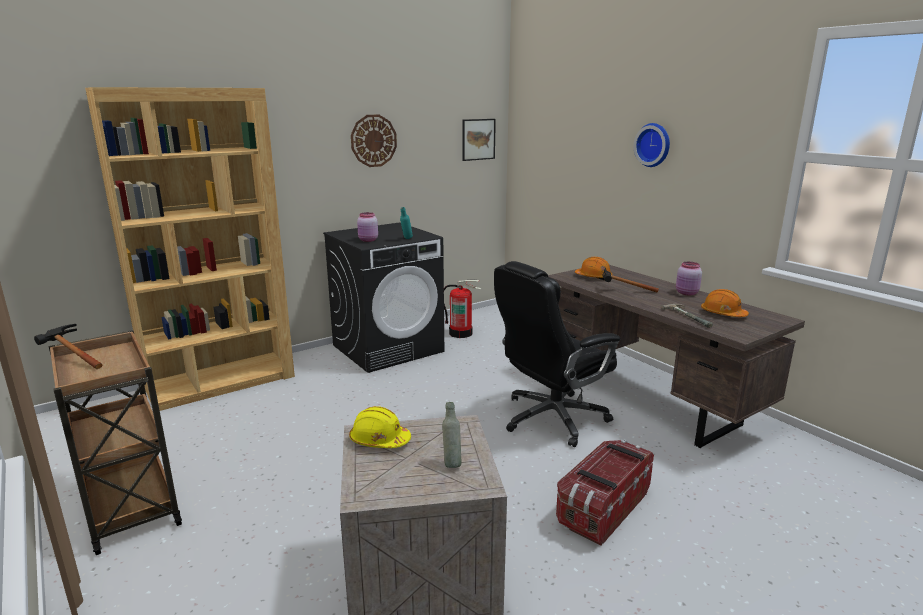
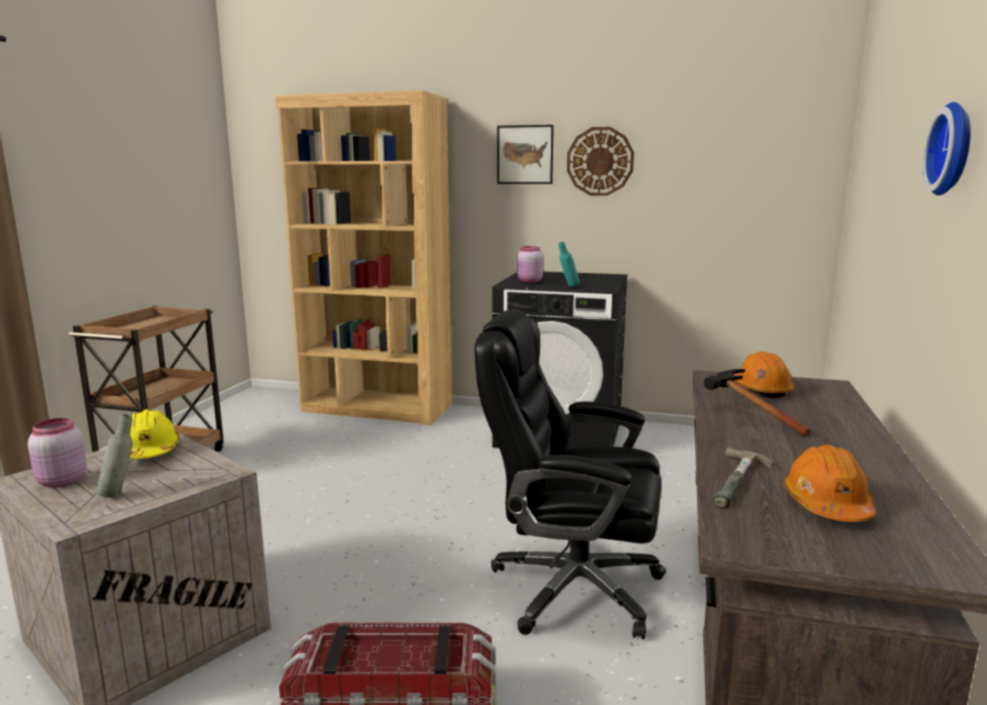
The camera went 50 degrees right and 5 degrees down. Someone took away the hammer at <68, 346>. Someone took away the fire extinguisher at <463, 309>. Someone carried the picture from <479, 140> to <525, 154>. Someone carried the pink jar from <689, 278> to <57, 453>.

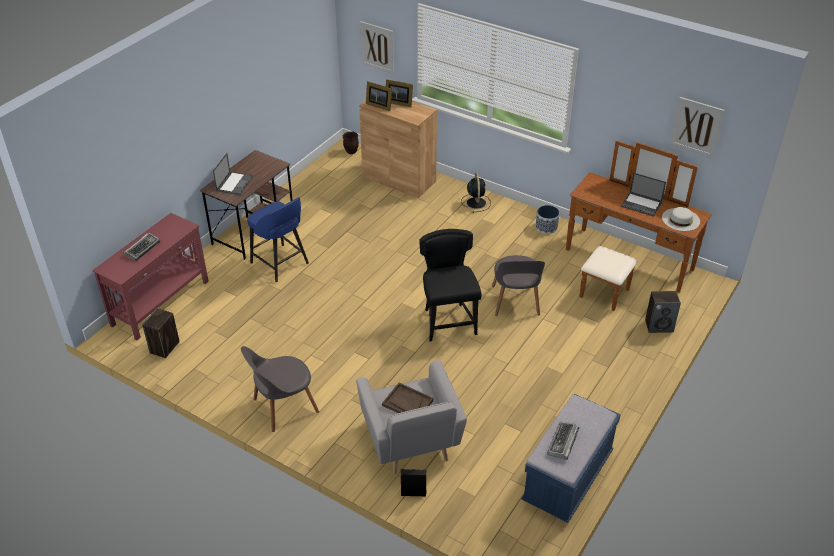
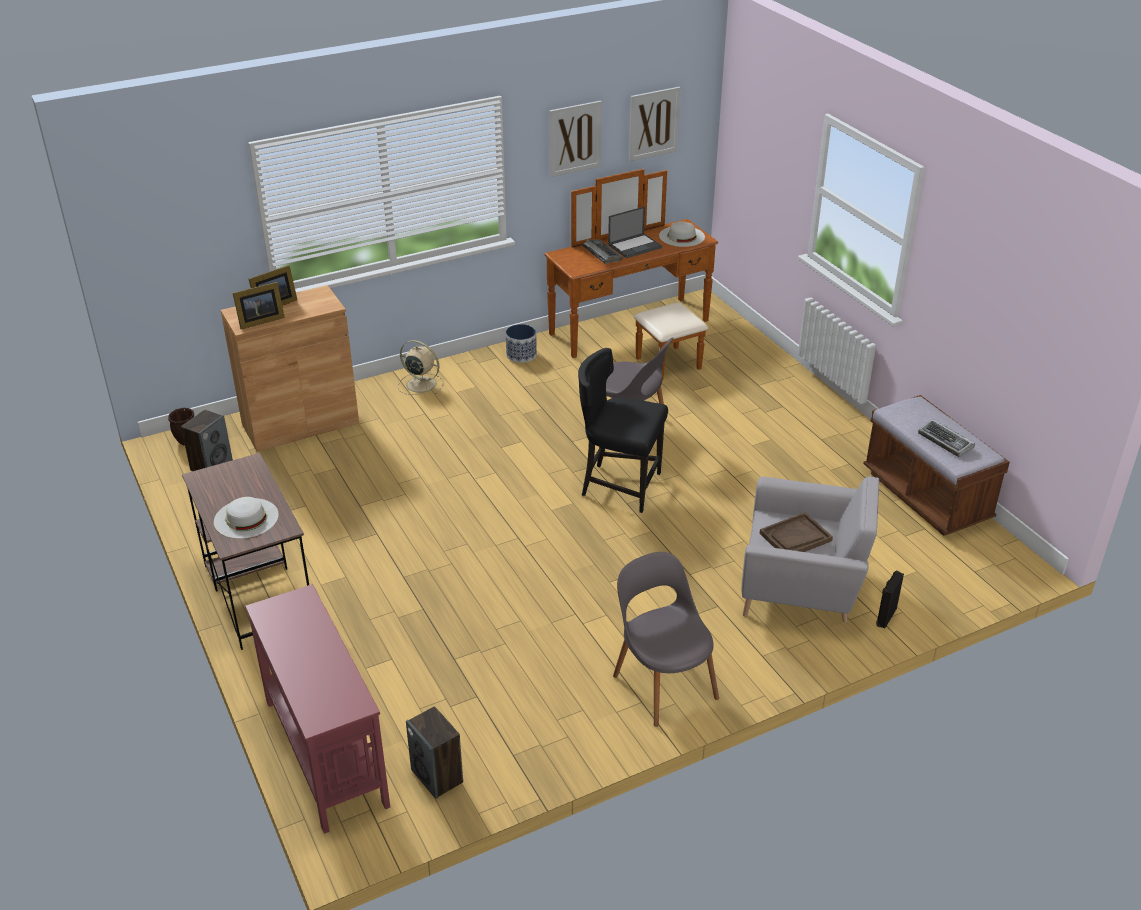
The camera went 60 degrees left and 5 degrees down. Someone carried the keyboard from <141, 247> to <602, 252>. Someone swapped the laptop at <233, 174> for the white hat at <246, 518>. Someone rotated the grey chair at <280, 389> by 150 degrees clockwise. Someone took away the blue stool at <278, 239>. Someone carried the picture from <377, 47> to <575, 139>. Someone repainted the black fan at <476, 192>, which became the beige fan at <421, 367>. Someone repainted the blue bench at <571, 458>, which became the brown bench at <936, 465>. Someone carried the speaker from <663, 312> to <207, 440>.

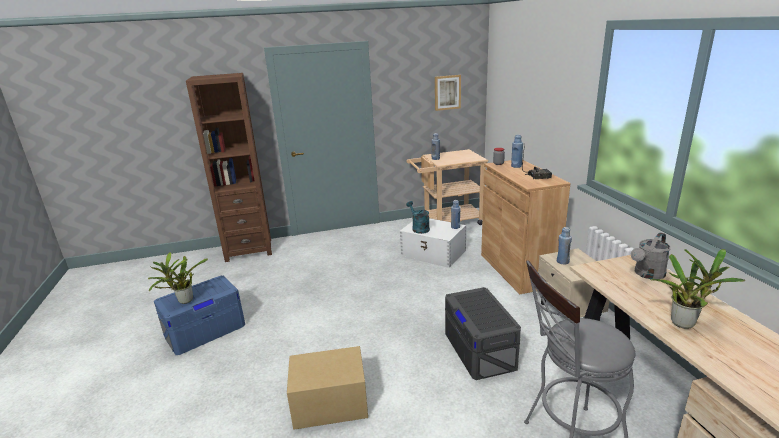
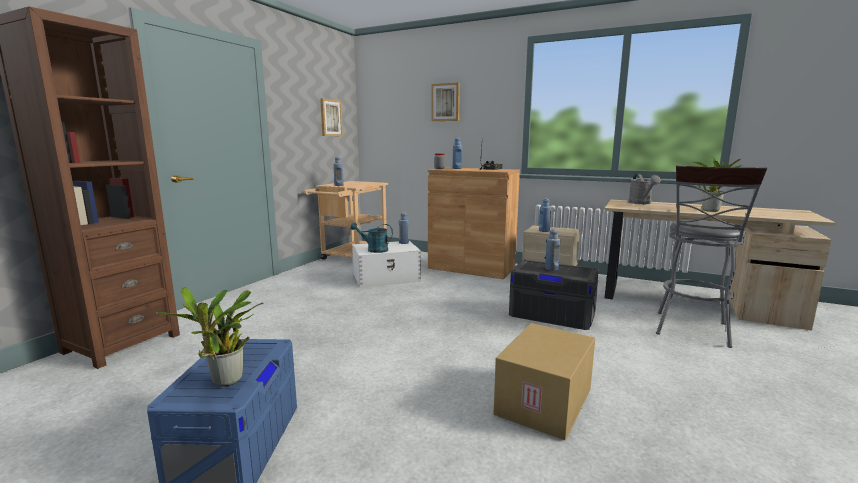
The camera went 50 degrees left and 10 degrees down. Someone put up the picture at <445, 101>. Someone put down the blue bottle at <552, 250>.

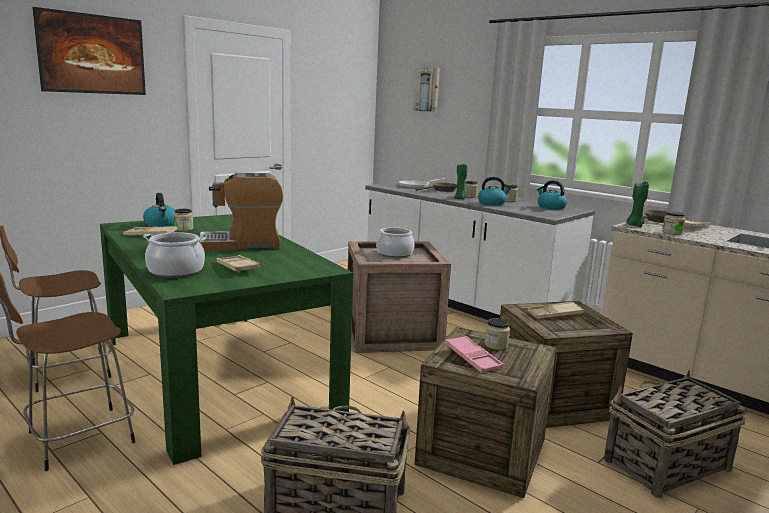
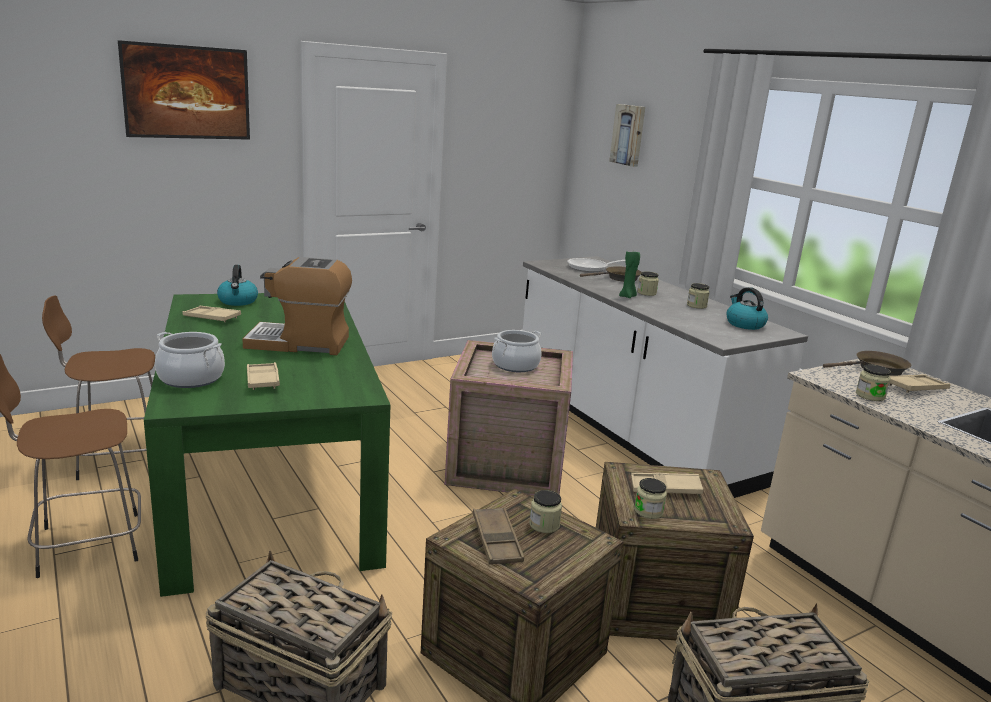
The camera went 15 degrees right and 5 degrees up. Someone carried the jar from <184, 220> to <650, 498>. Someone repainted the pink tray at <474, 354>, which became the brown tray at <498, 535>. Someone took away the kettle at <494, 191>. Someone took away the green candle at <637, 204>.

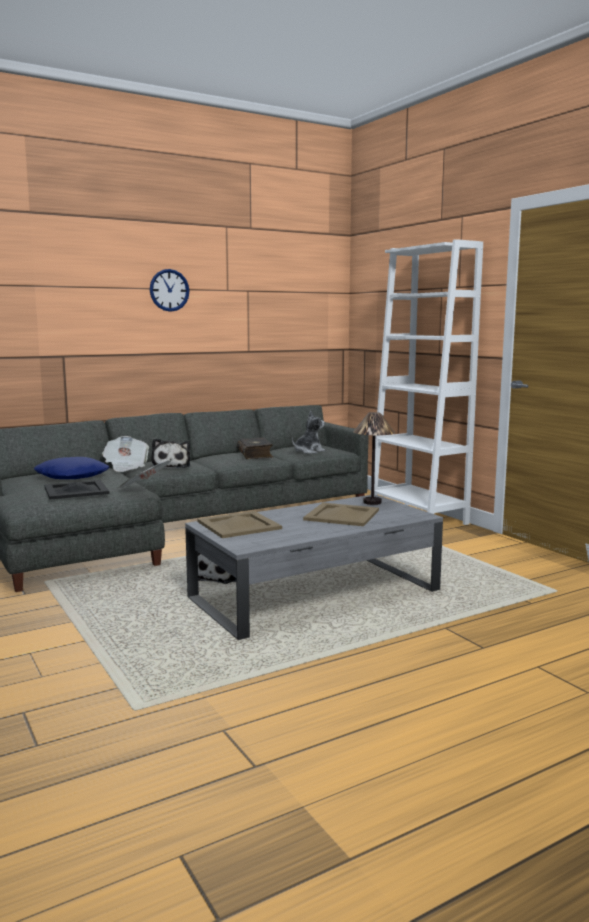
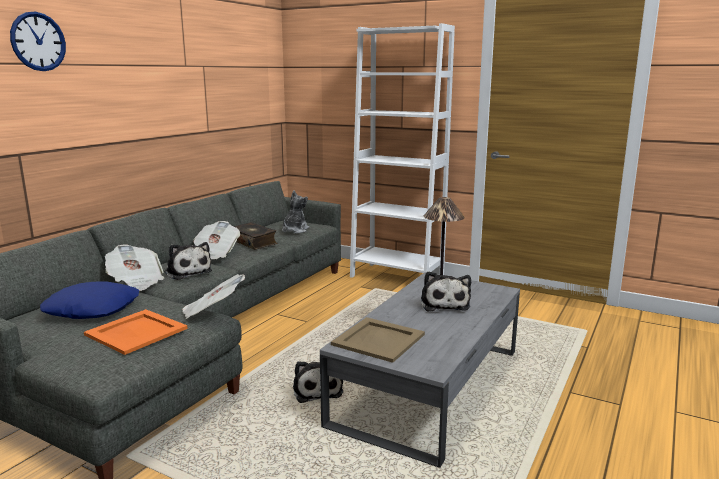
The camera went 30 degrees left and 5 degrees up. Someone repainted the black tray at <76, 489>, which became the orange tray at <136, 332>. Someone carried the wall clock from <169, 290> to <38, 41>. Someone swapped the beige tray at <341, 514> for the plush toy at <446, 291>. Someone put down the newspaper at <216, 240>.

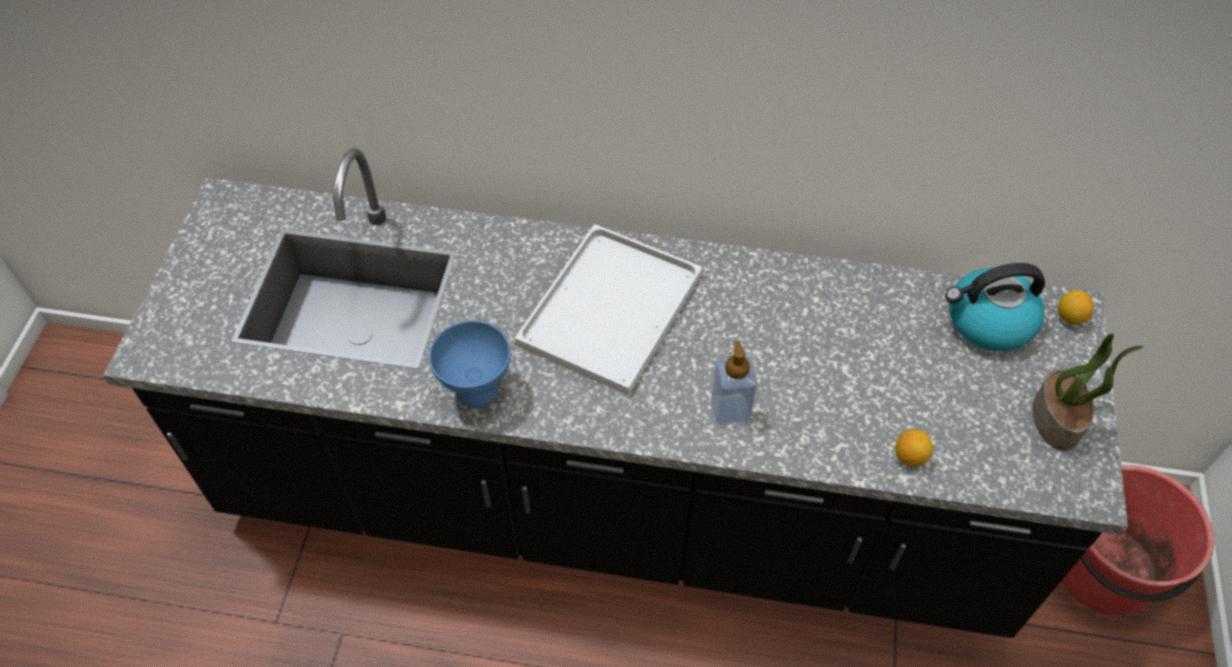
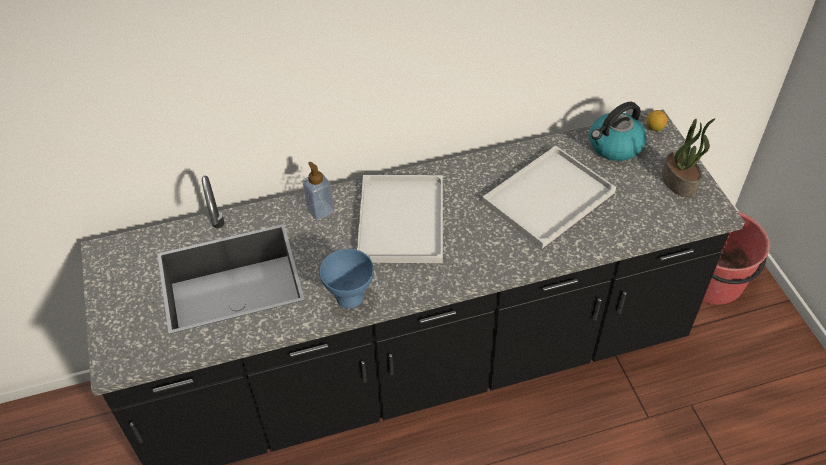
The camera went 25 degrees left and 5 degrees down. Someone carried the soap dispenser from <734, 383> to <318, 191>. Someone took away the lemon at <914, 447>. Someone put down the white tray at <549, 196>.

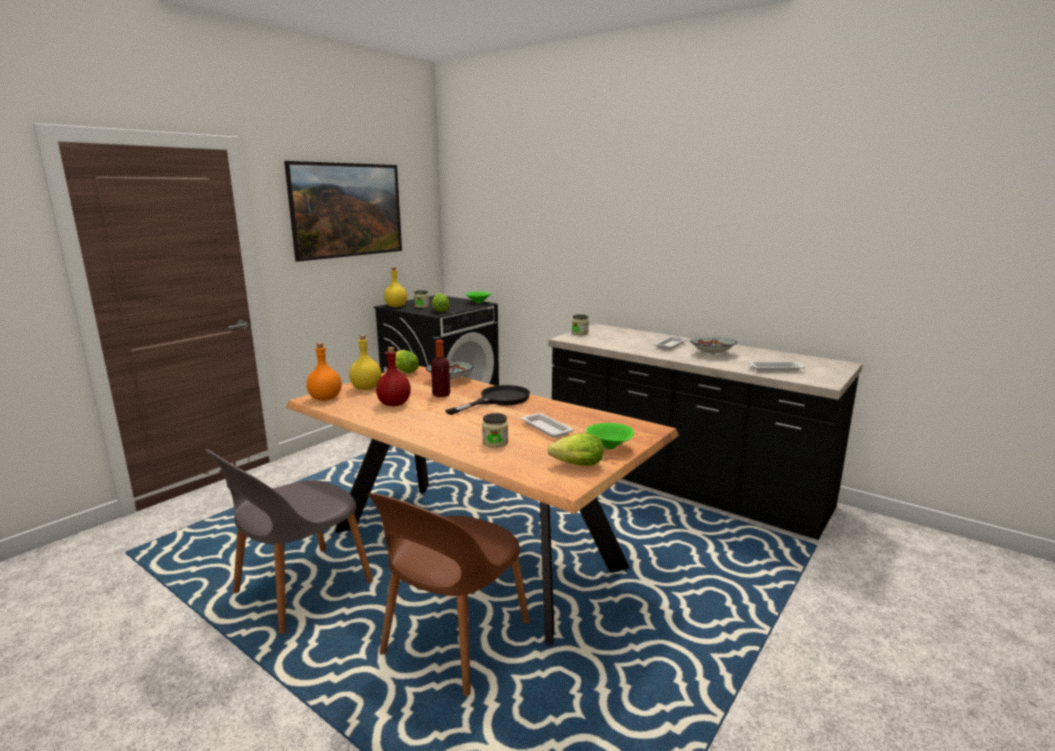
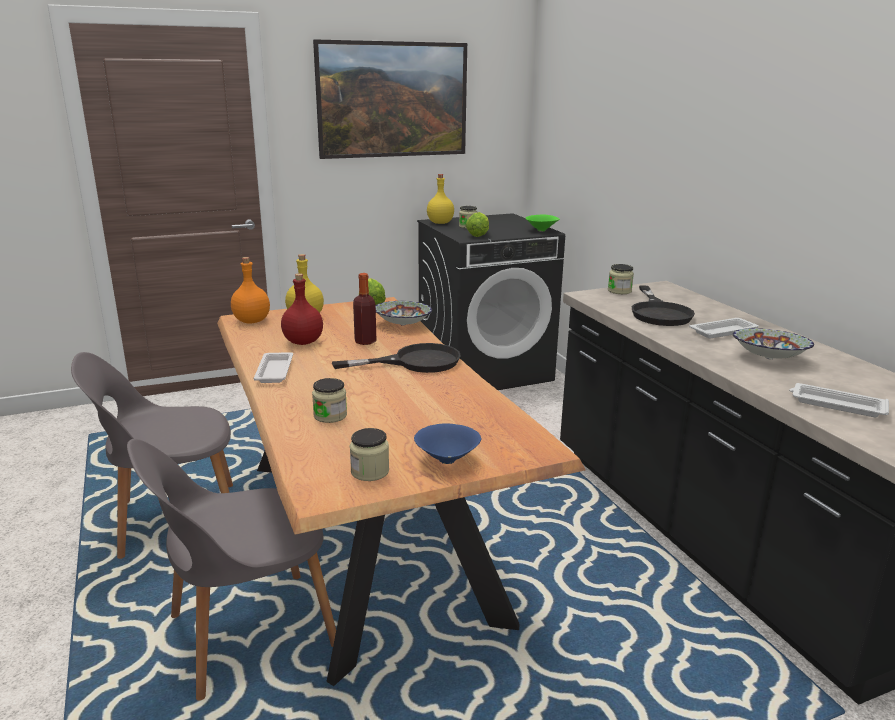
The camera went 30 degrees right and 5 degrees up. Someone repainted the brown chair at <449, 594>, which became the grey chair at <231, 570>. Someone carried the white tray from <547, 425> to <273, 367>. Someone swapped the lettuce at <575, 449> for the jar at <369, 454>. Someone repainted the green bowl at <610, 436>, which became the blue bowl at <447, 443>. Someone put down the black frying pan at <663, 306>.

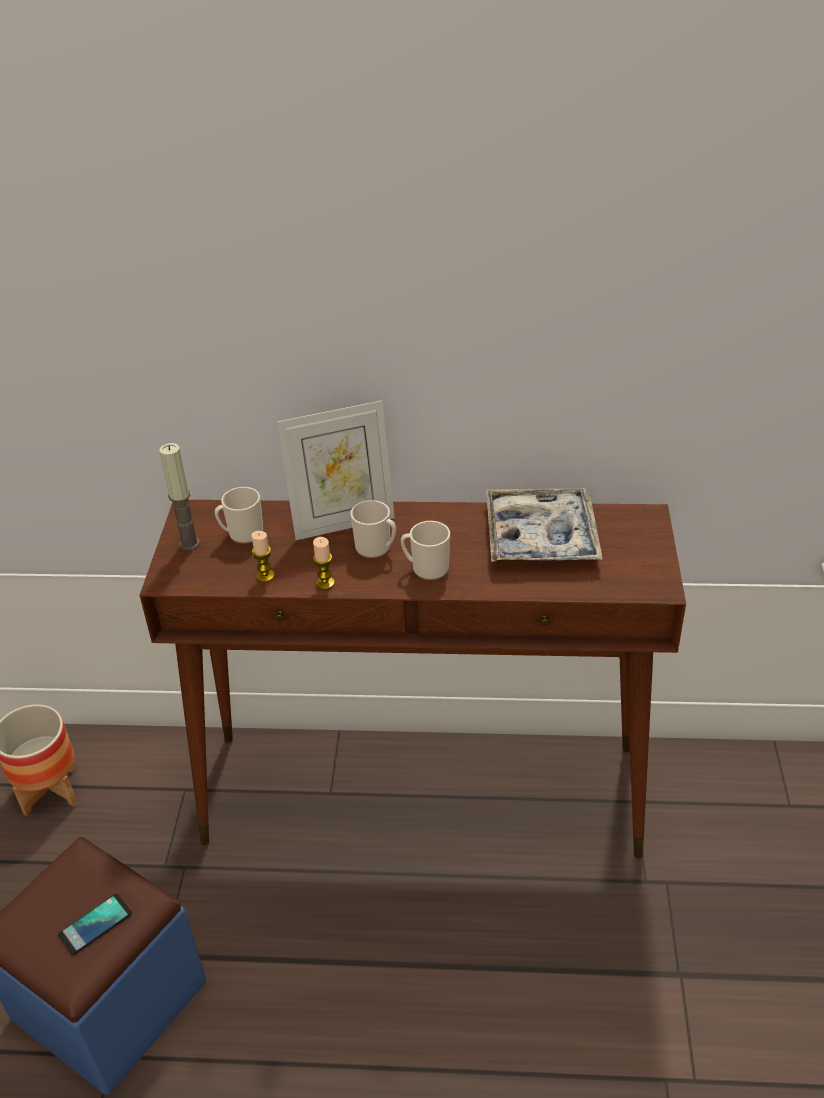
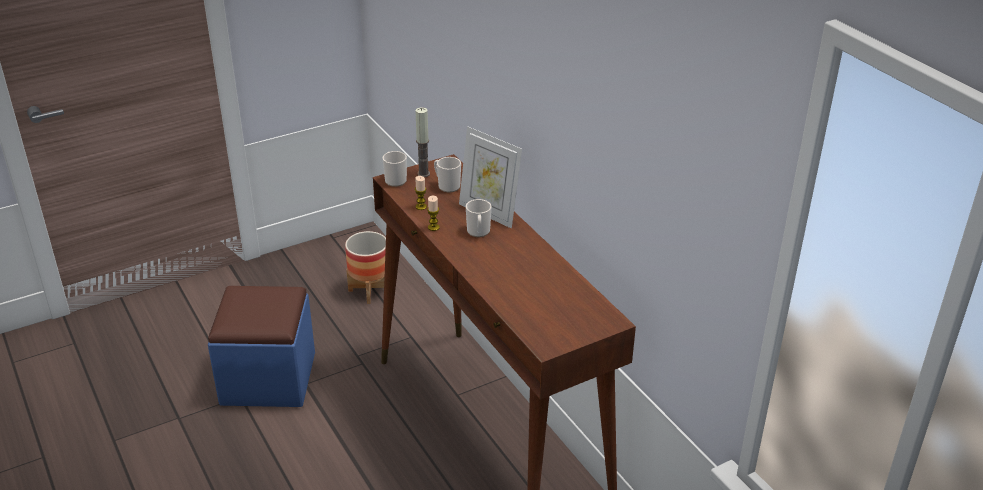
The camera went 55 degrees right and 5 degrees down. Someone took away the phone at <95, 924>. Someone carried the mug from <425, 550> to <395, 169>. Someone took away the tray at <544, 525>.

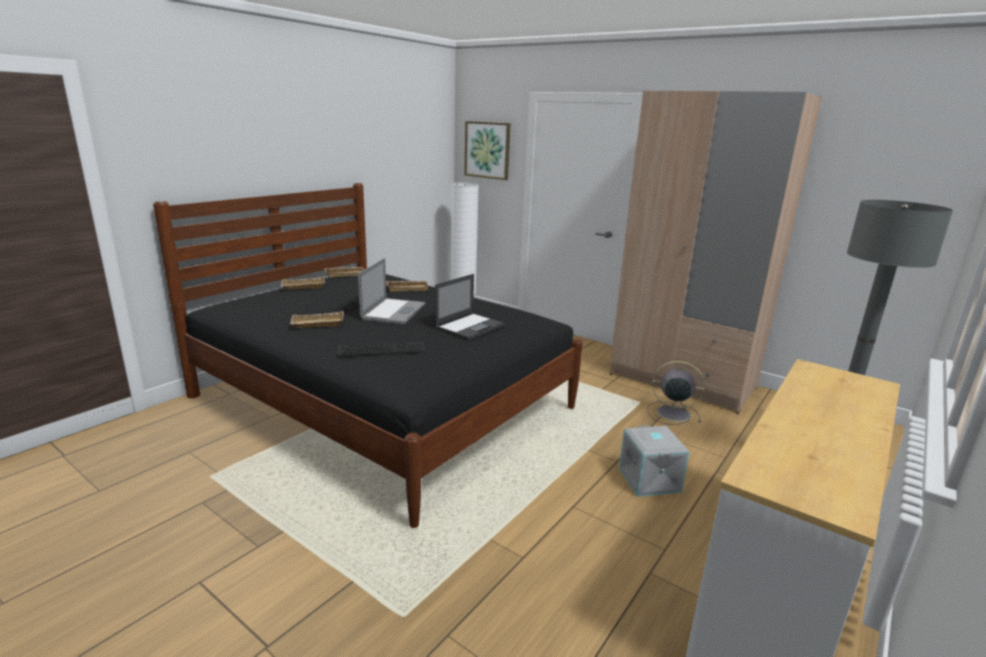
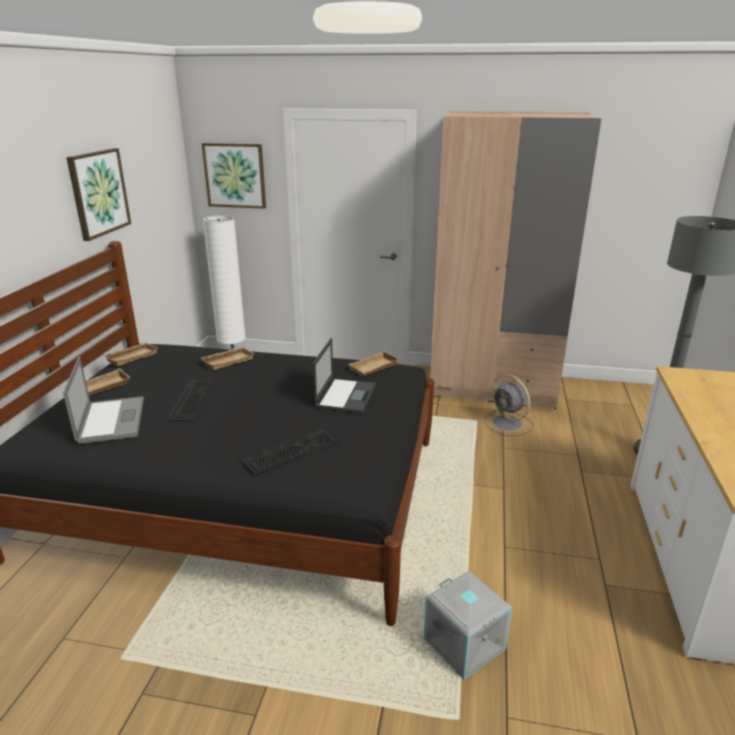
The camera went 25 degrees left and 5 degrees up. Someone carried the beige tray from <317, 319> to <374, 363>. Someone carried the laptop from <392, 291> to <103, 400>. Someone carried the grey storage box from <654, 461> to <468, 625>. Someone rotated the grey fan at <676, 393> by 120 degrees counterclockwise. Someone put up the picture at <98, 194>.

